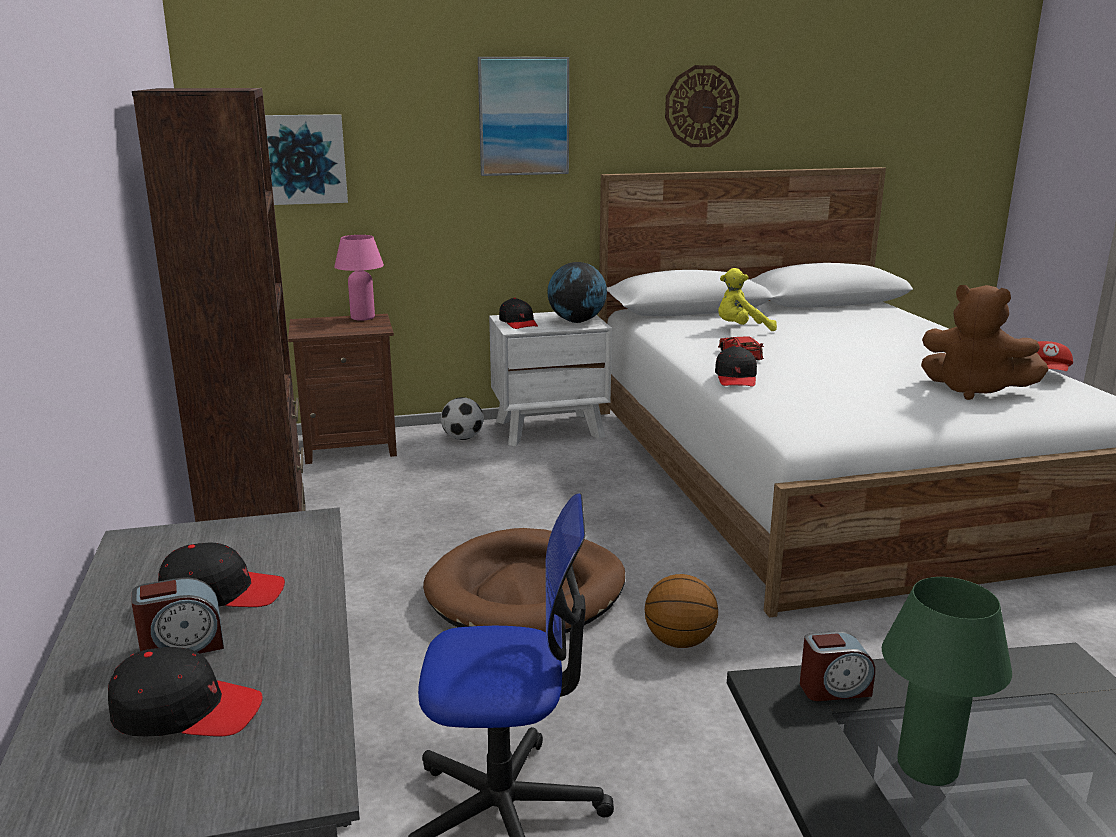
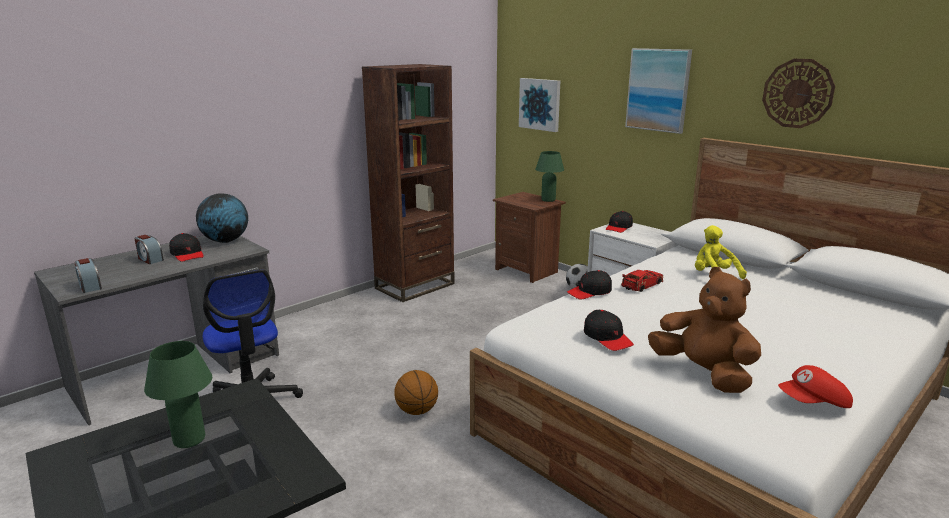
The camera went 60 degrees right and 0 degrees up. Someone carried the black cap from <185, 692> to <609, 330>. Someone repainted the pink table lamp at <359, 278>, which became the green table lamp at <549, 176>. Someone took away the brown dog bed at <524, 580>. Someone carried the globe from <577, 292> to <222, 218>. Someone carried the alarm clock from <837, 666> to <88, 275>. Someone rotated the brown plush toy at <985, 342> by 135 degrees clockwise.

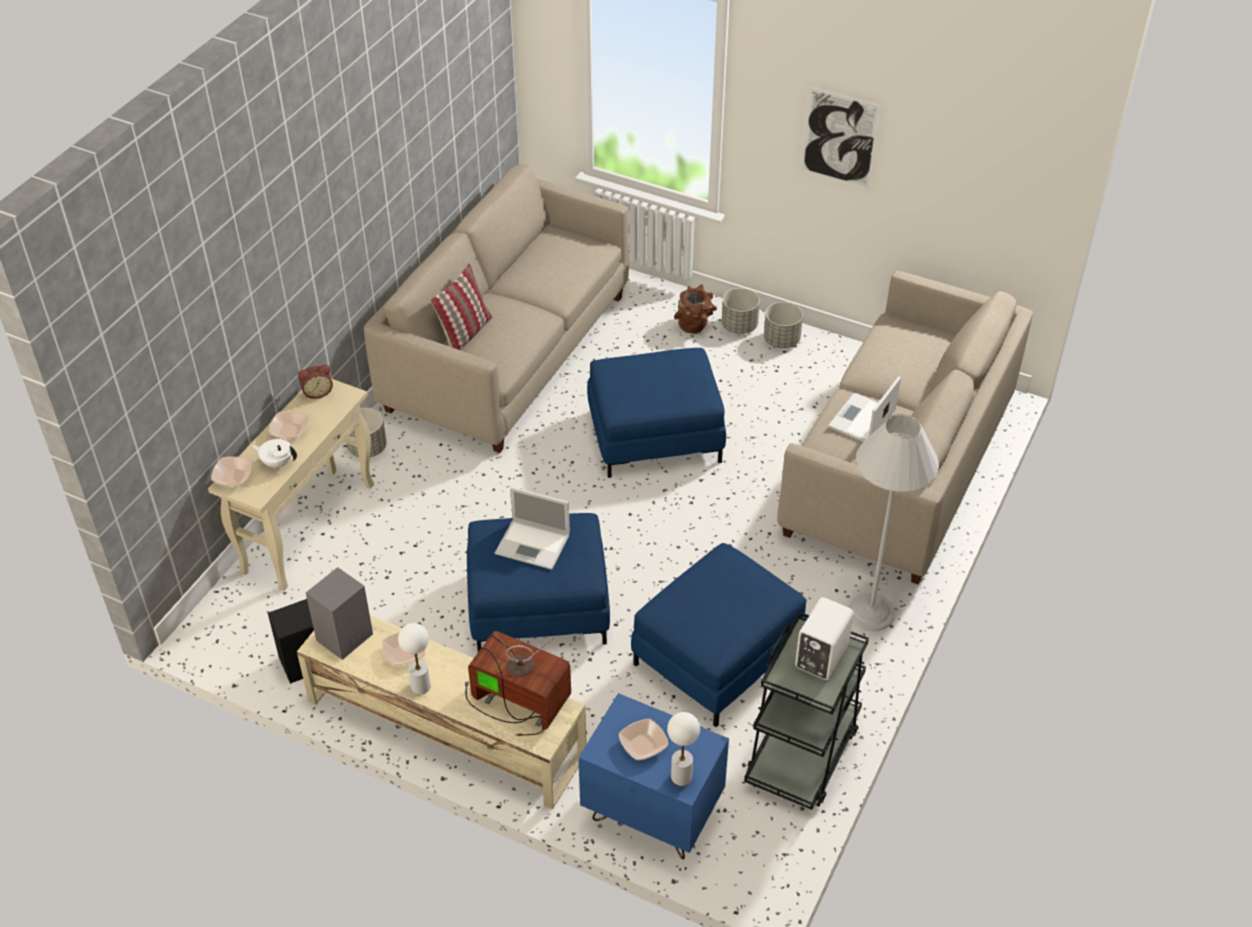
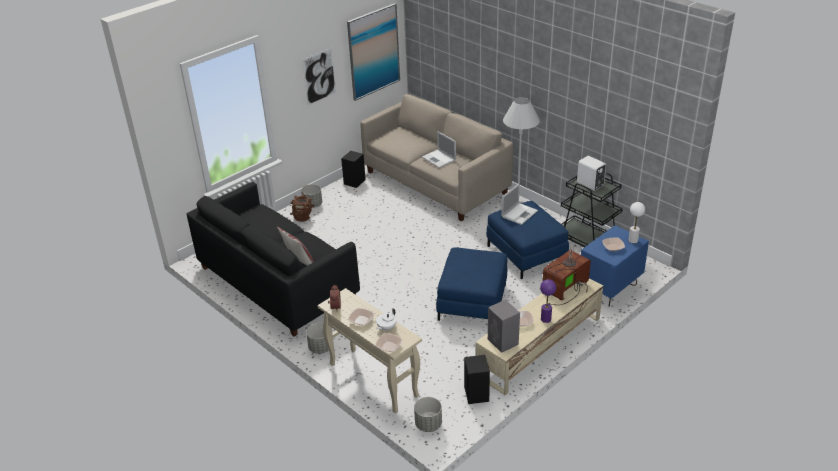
The camera went 70 degrees left and 10 degrees down. Someone repainted the beige sofa at <496, 309>, which became the black sofa at <273, 259>. Someone repainted the white table lamp at <414, 658>, which became the purple table lamp at <548, 301>. Someone carried the laptop from <532, 528> to <519, 204>. Someone took away the blue ottoman at <656, 413>. Someone carried the grey planter from <783, 325> to <428, 414>. Someone put down the black speaker at <353, 169>. Someone put up the picture at <373, 52>.

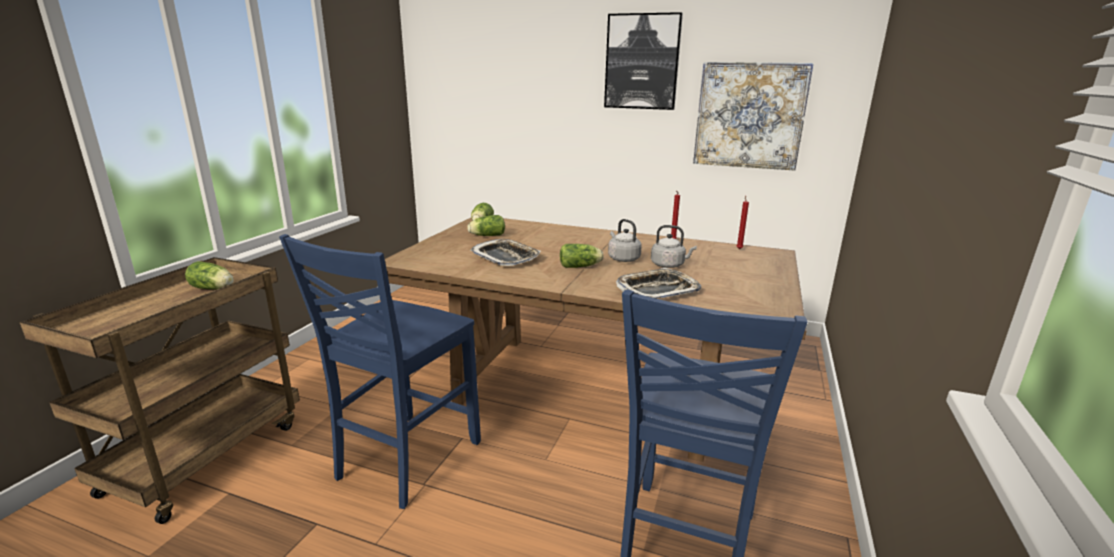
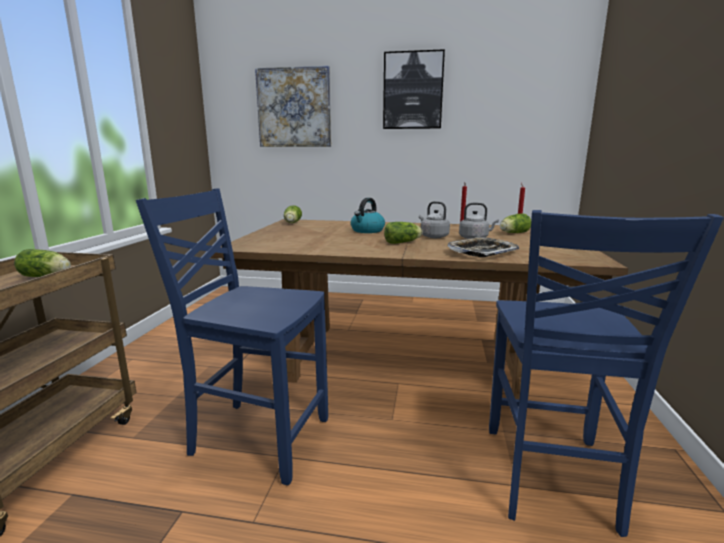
The camera went 10 degrees left and 5 degrees down. Someone rotated the blue chair at <380, 371> by 90 degrees clockwise. Someone carried the lettuce from <486, 225> to <515, 223>. Someone took away the tray at <505, 252>. Someone carried the picture from <753, 116> to <293, 106>. Someone put down the kettle at <368, 215>.

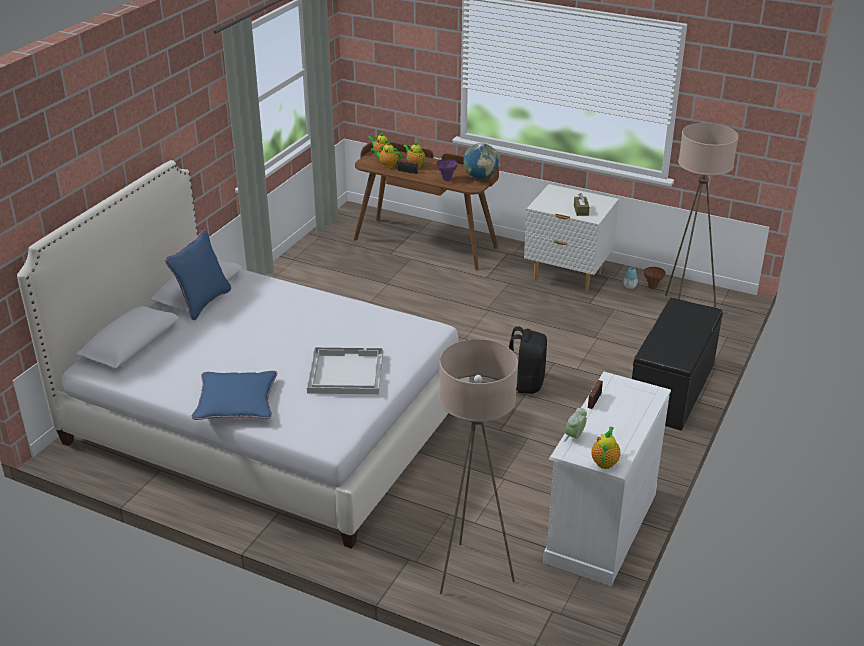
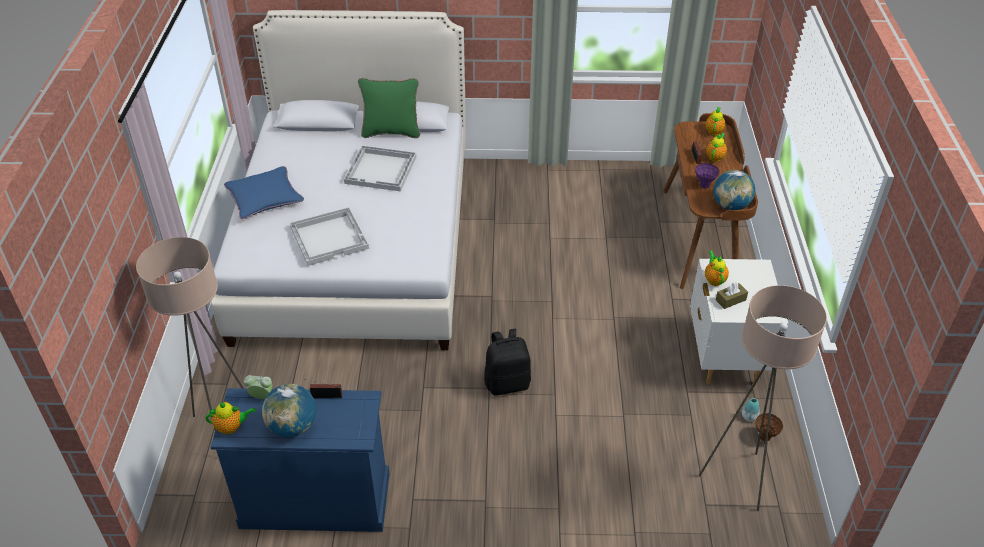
The camera went 65 degrees right and 10 degrees up. Someone repainted the blue pillow at <198, 275>, which became the green pillow at <389, 108>. Someone carried the teapot from <385, 154> to <717, 268>. Someone repainted the white dresser at <607, 479>, which became the blue dresser at <300, 460>. Someone took away the black bench at <677, 364>. Someone put down the globe at <289, 410>. Someone put down the white tray at <380, 169>.

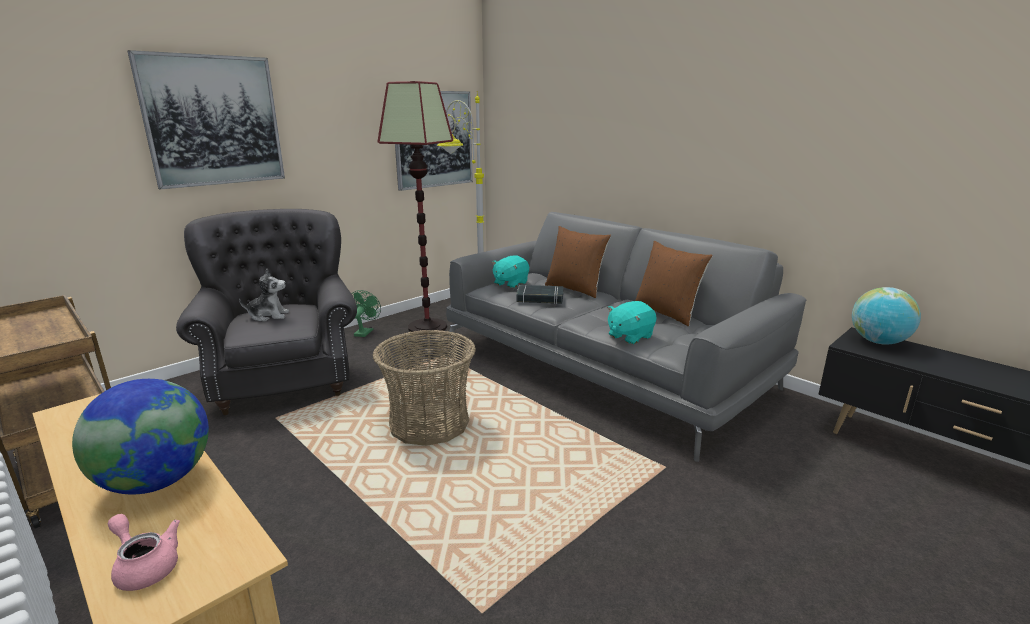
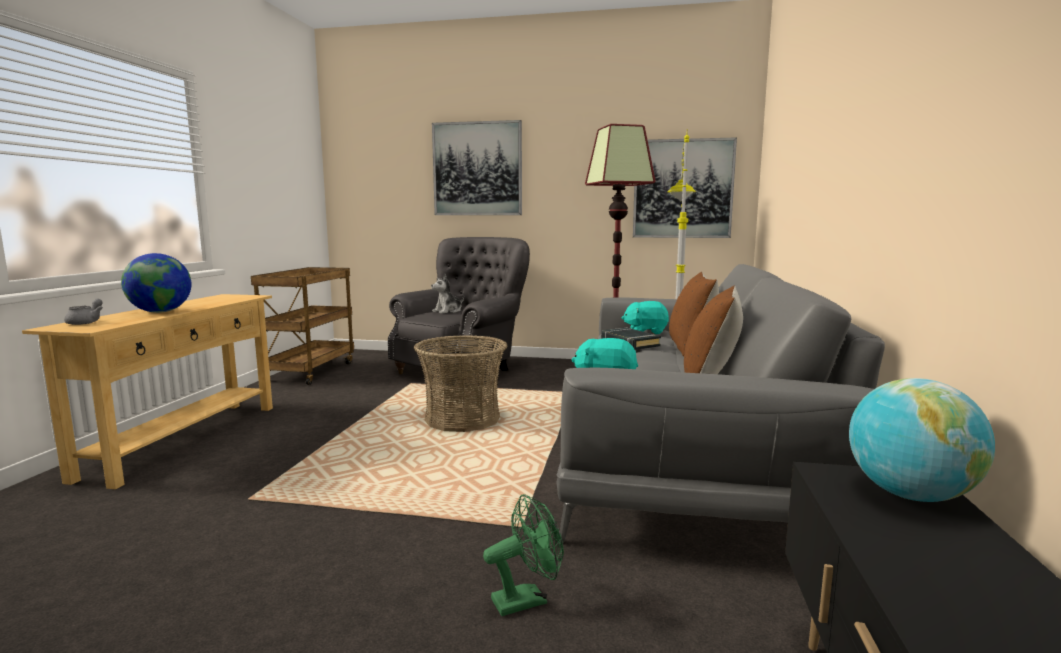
The camera went 55 degrees right and 10 degrees down. Someone repainted the pink teapot at <144, 552>, which became the grey teapot at <83, 311>. Someone rotated the plush toy at <264, 294> by 90 degrees clockwise. Someone carried the green fan from <366, 313> to <523, 555>.

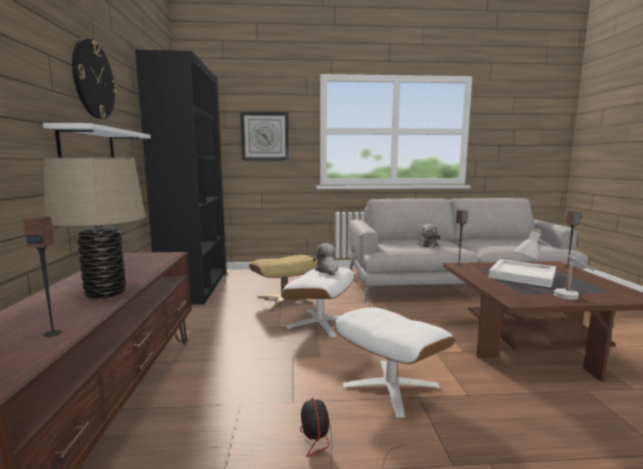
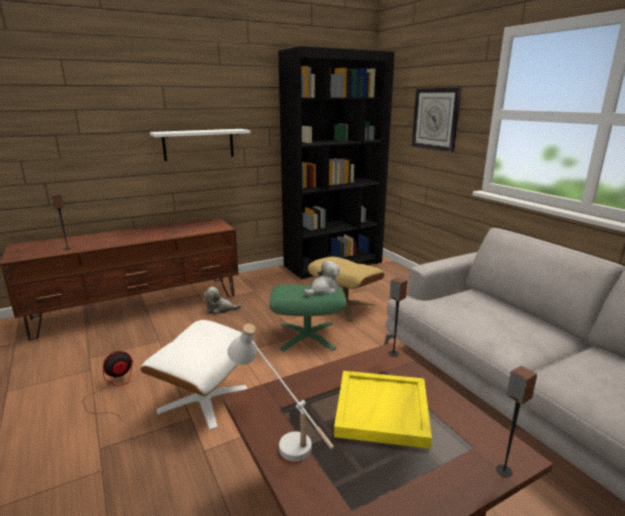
The camera went 65 degrees right and 10 degrees up. Someone took away the beige table lamp at <95, 228>. Someone took away the wall clock at <94, 78>. Someone repainted the white ottoman at <318, 302>, which became the green ottoman at <308, 318>. Someone carried the plush toy from <429, 236> to <222, 301>. Someone repainted the white tray at <522, 273>, which became the yellow tray at <383, 410>.

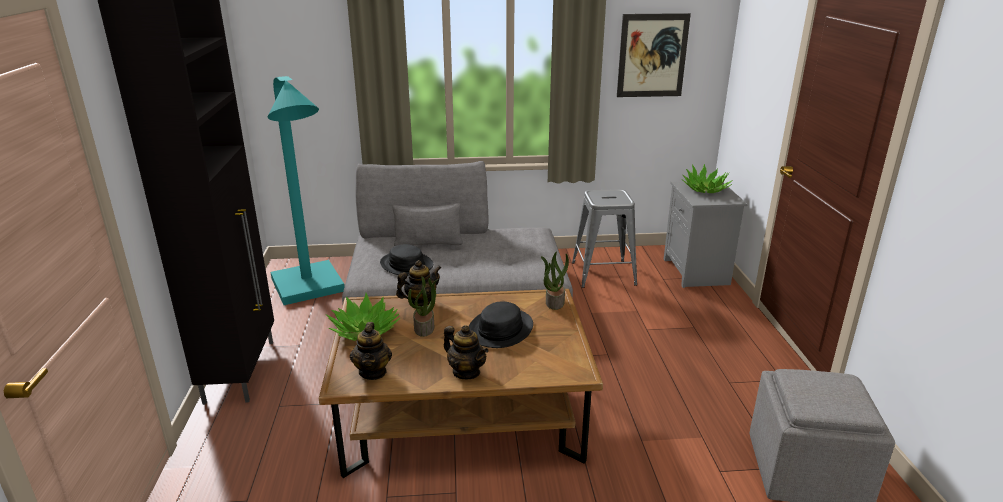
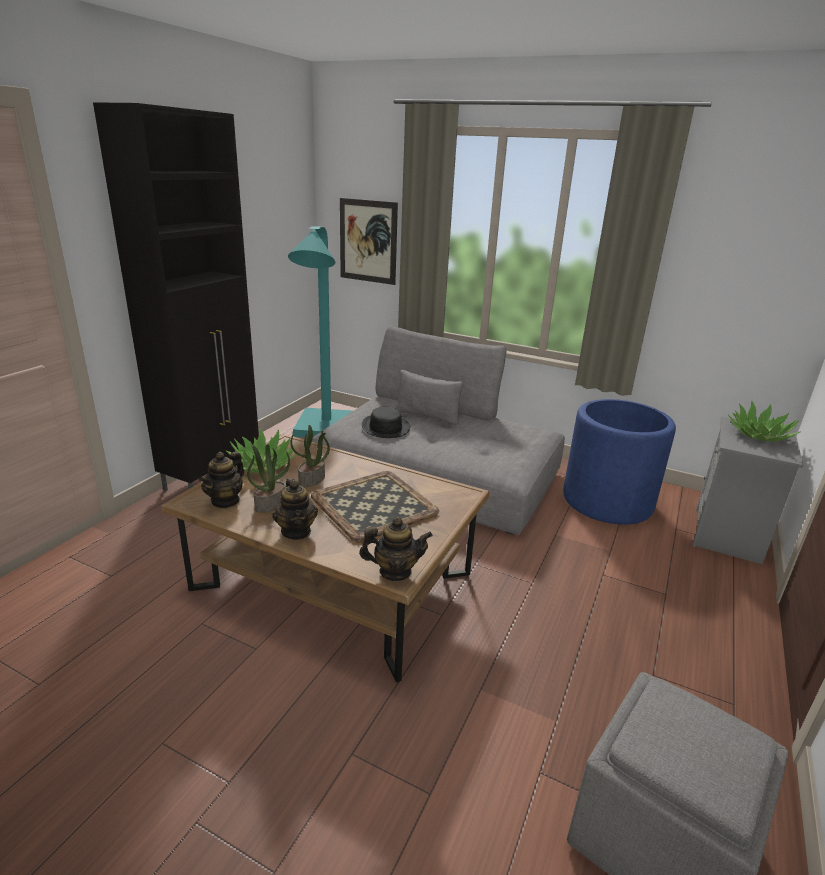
The camera went 30 degrees right and 0 degrees up. Someone carried the teapot from <418, 283> to <396, 549>. Someone swapped the black hat at <500, 325> for the tray at <375, 506>. Someone carried the potted plant from <555, 280> to <268, 478>. Someone swapped the grey stool at <604, 238> for the blue planter at <619, 461>. Someone carried the picture from <654, 55> to <369, 241>.

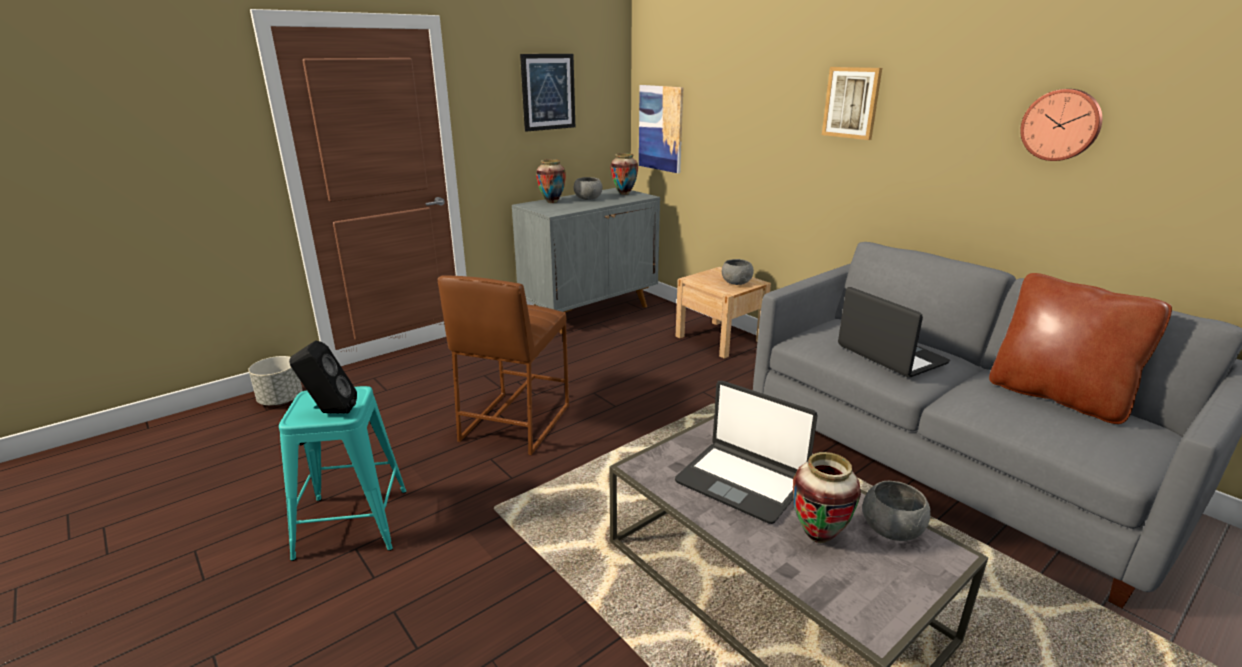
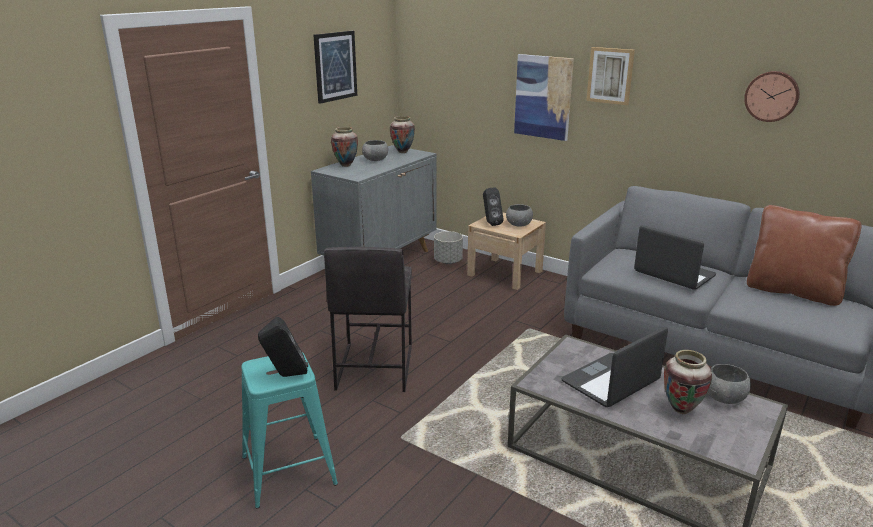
The camera went 15 degrees left and 0 degrees up. Someone carried the grey planter from <275, 380> to <448, 247>. Someone repainted the brown stool at <503, 365>, which became the grey stool at <368, 319>. Someone carried the picture from <661, 129> to <544, 97>. Someone rotated the laptop at <746, 452> by 120 degrees clockwise. Someone put down the black speaker at <493, 207>.

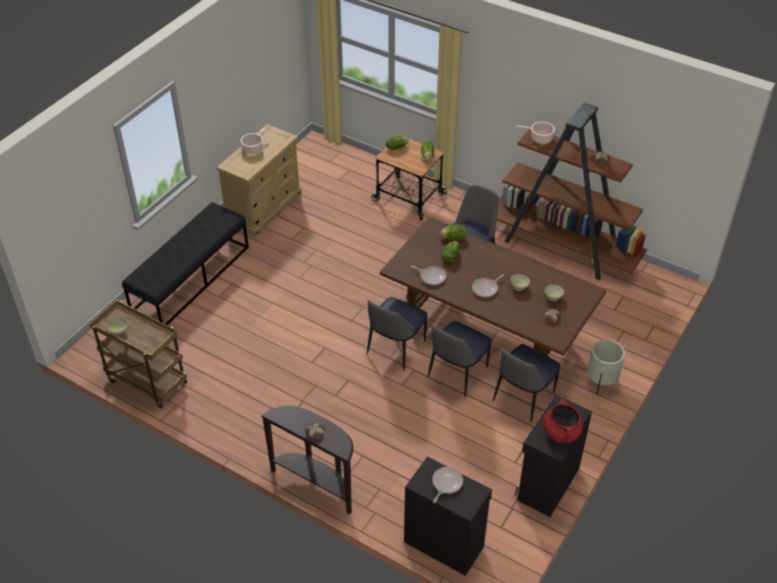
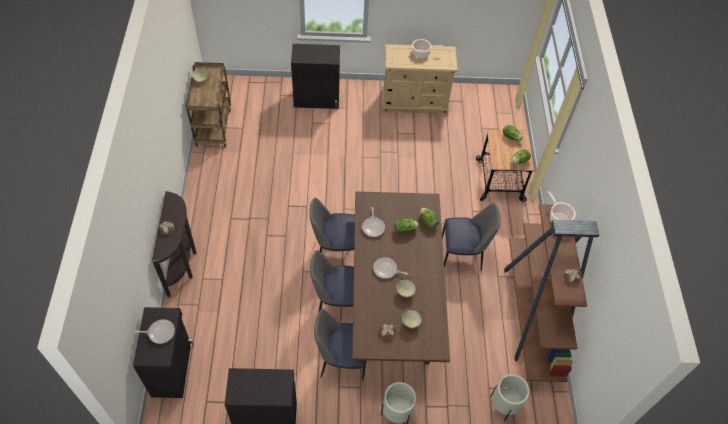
The camera went 55 degrees right and 10 degrees up. Someone swapped the black bench at <185, 263> for the black cabinet at <315, 77>. Someone took away the red cooking pot at <563, 421>. Someone put down the beige planter at <510, 397>.

